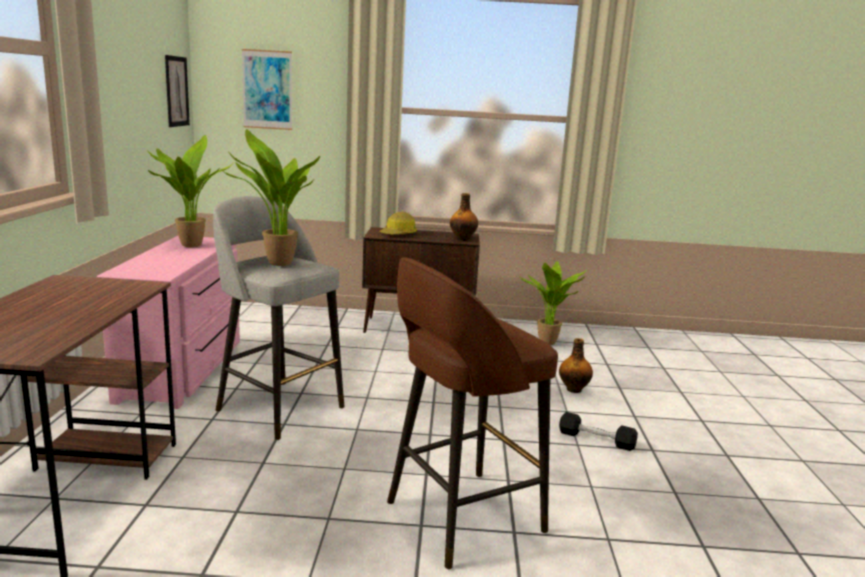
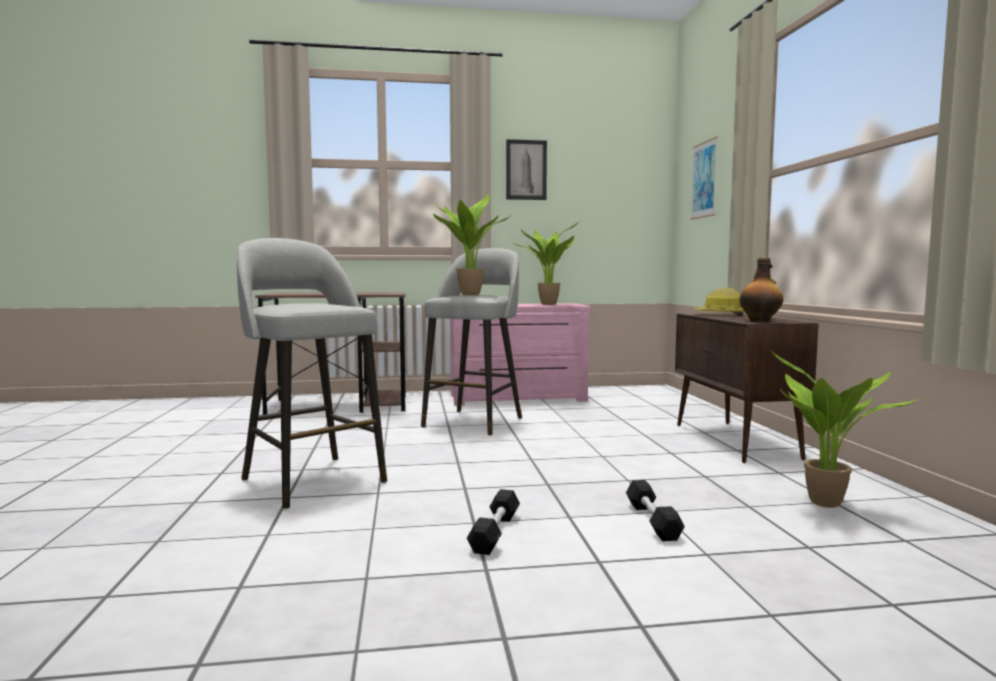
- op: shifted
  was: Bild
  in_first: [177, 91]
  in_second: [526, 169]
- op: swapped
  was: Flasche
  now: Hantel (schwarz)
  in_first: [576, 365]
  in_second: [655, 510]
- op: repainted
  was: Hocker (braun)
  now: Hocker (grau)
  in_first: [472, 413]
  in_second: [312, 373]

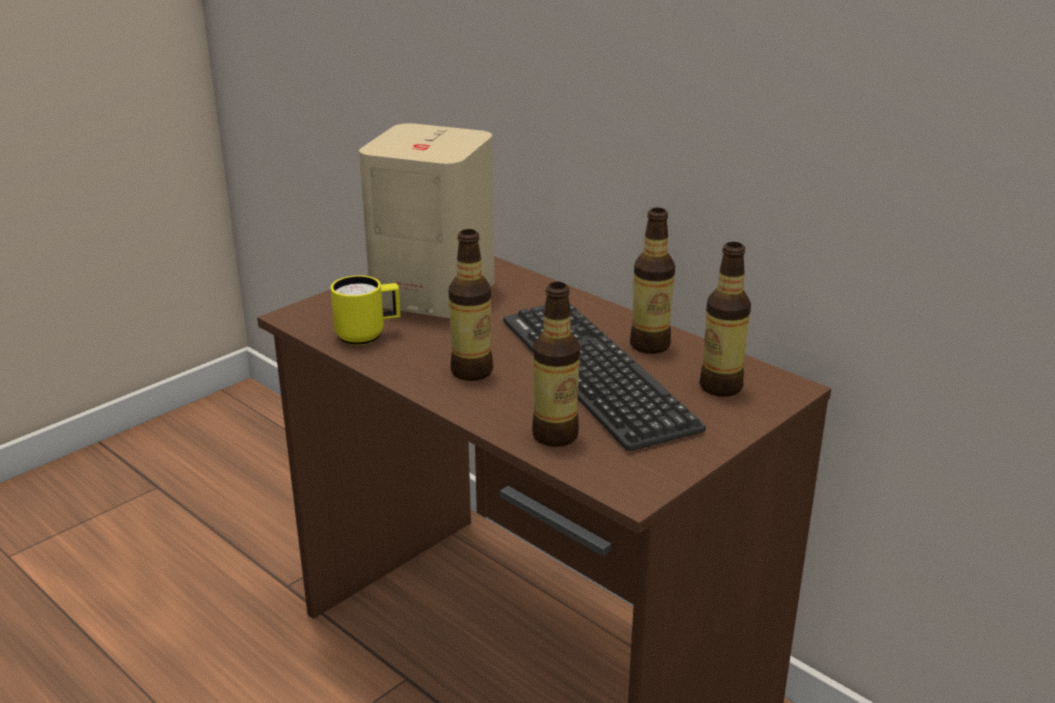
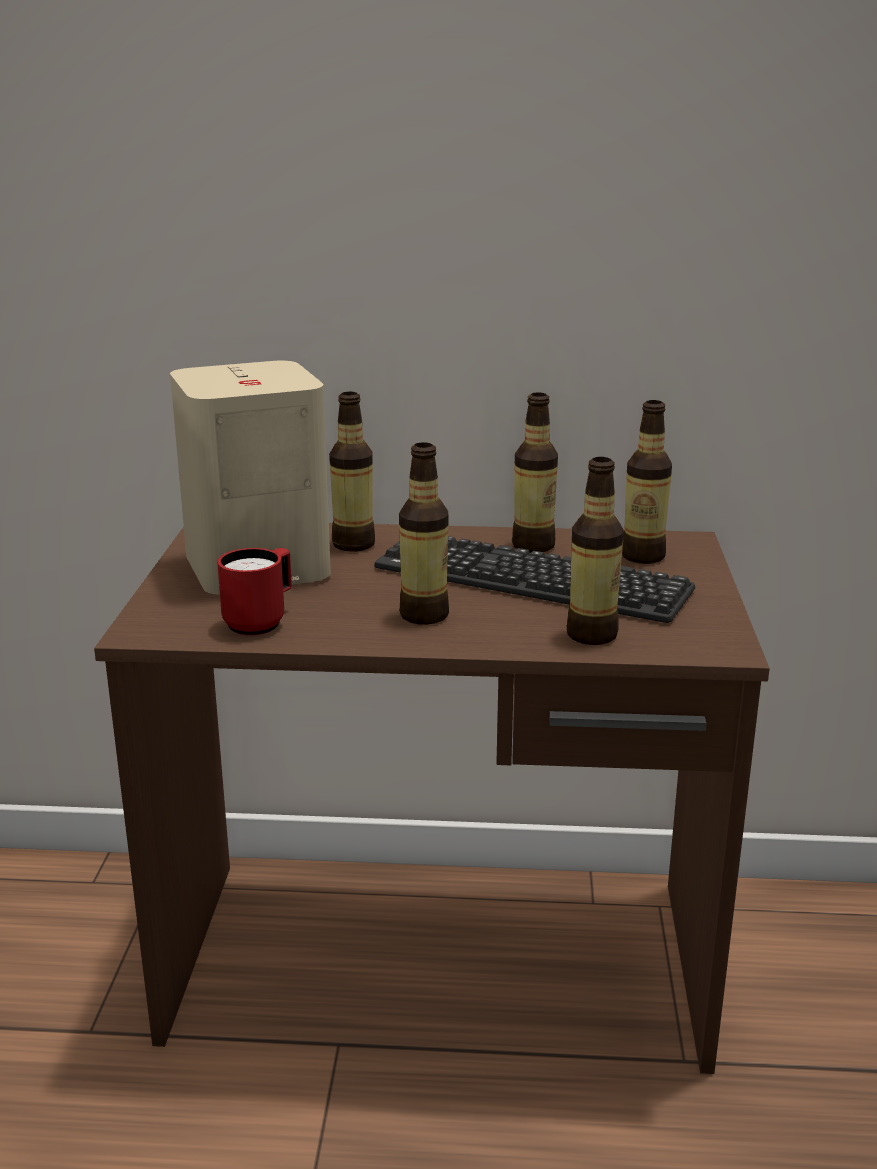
- op: new
  now: Flasche
  in_second: [352, 472]
- op: repainted
  was: Henkelbecher (gelb)
  now: Henkelbecher (rot)
  in_first: [366, 310]
  in_second: [254, 592]

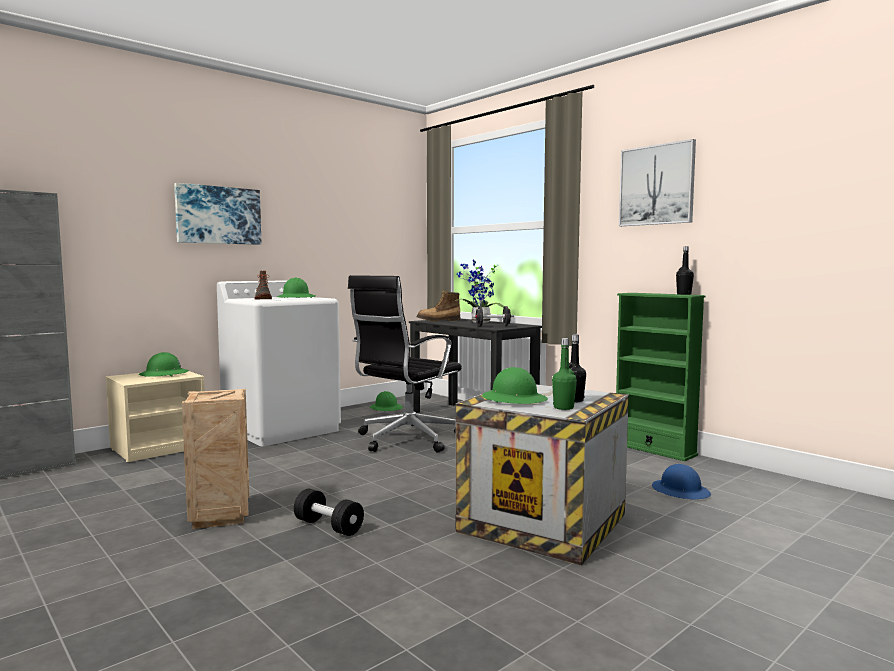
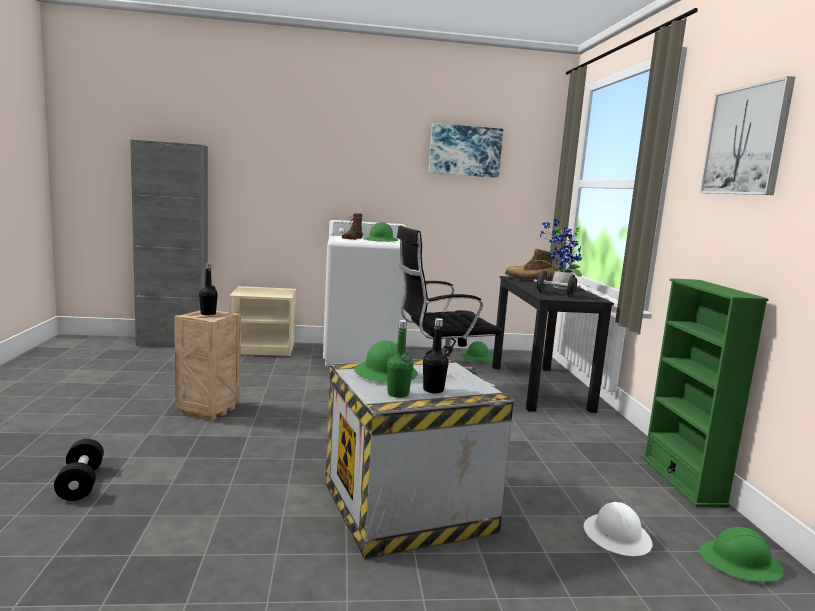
- op: shifted
  was: Schutzhelm (grün)
  in_first: [164, 364]
  in_second: [742, 554]
- op: shifted
  was: Bild
  in_first: [217, 214]
  in_second: [466, 150]
- op: shifted
  was: Hantel (schwarz)
  in_first: [329, 512]
  in_second: [79, 470]
- op: shifted
  was: Flasche (schwarz)
  in_first: [685, 270]
  in_second: [208, 289]
- op: repainted
  was: Schutzhelm (blau)
  now: Schutzhelm (weiß)
  in_first: [681, 481]
  in_second: [617, 529]

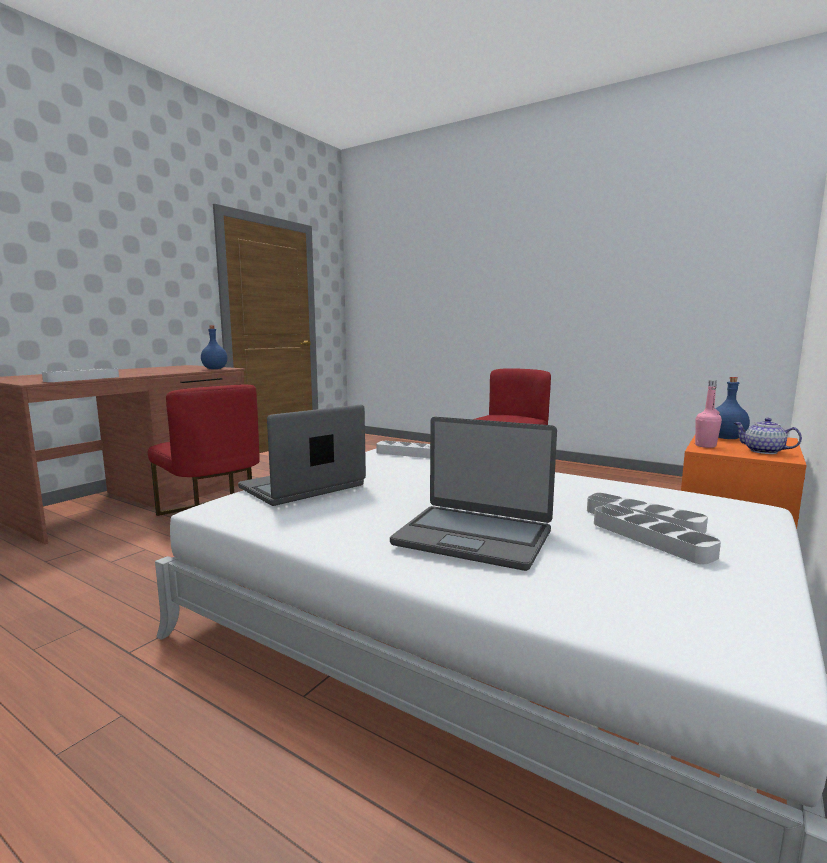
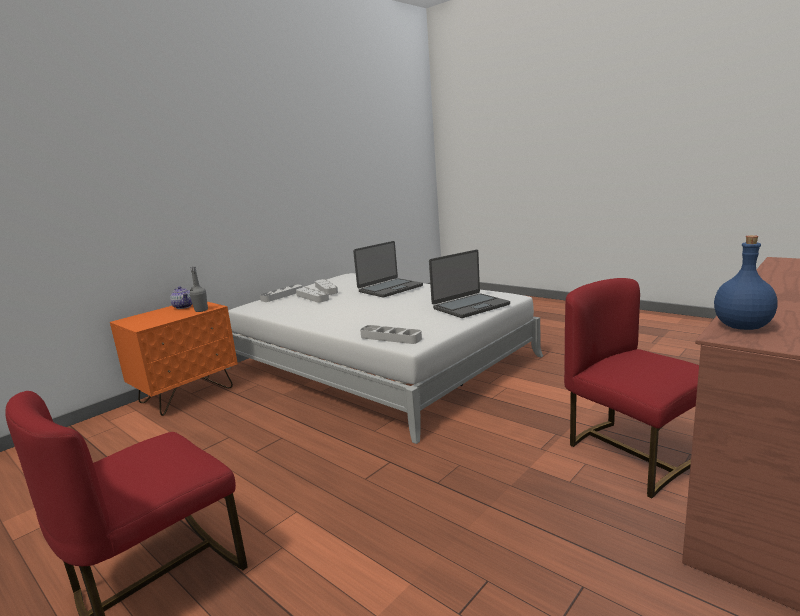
- op: gone
  was: Flasche (blau)
  in_first: [732, 408]
- op: shifted
  was: Tablett (grau)
  in_first: [80, 375]
  in_second: [281, 293]
- op: repainted
  was: Flasche (rosa)
  now: Flasche (grau)
  in_first: [708, 414]
  in_second: [199, 289]
- op: rotated
  was: Laptop
  in_first: [473, 494]
  in_second: [388, 269]
  clockwise: 105

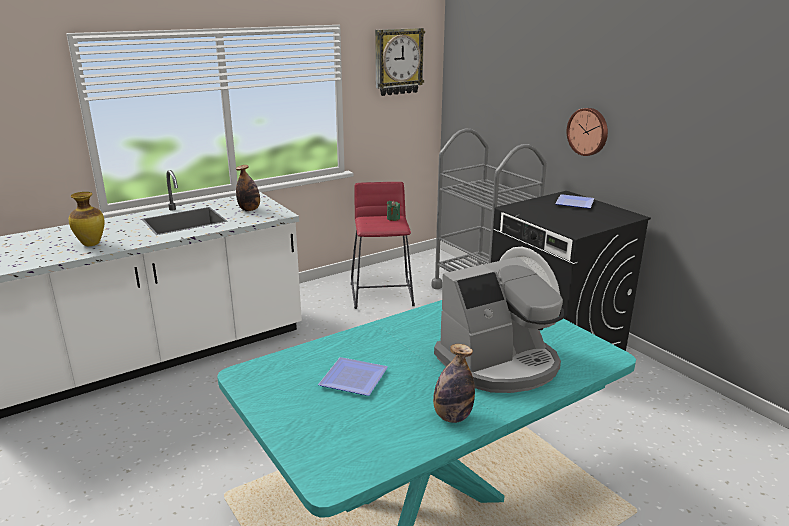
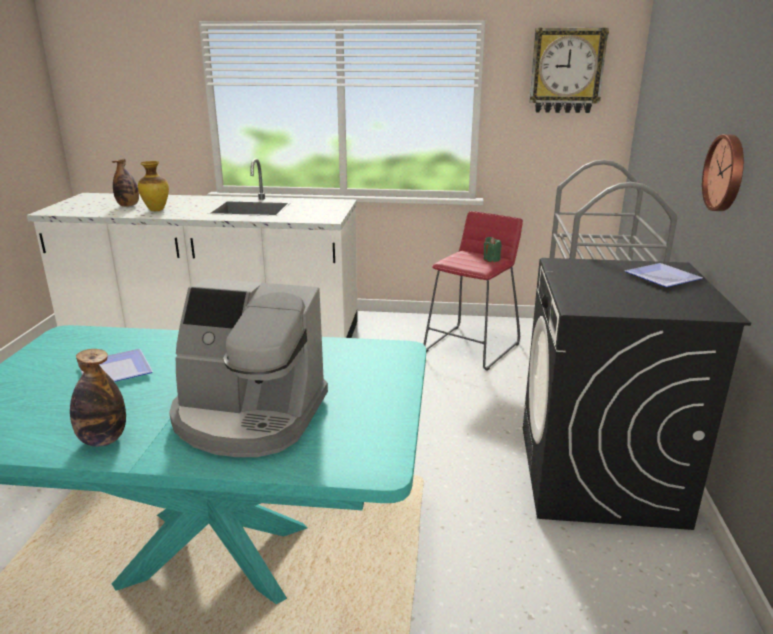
- op: shifted
  was: Flasche
  in_first: [248, 188]
  in_second: [125, 183]

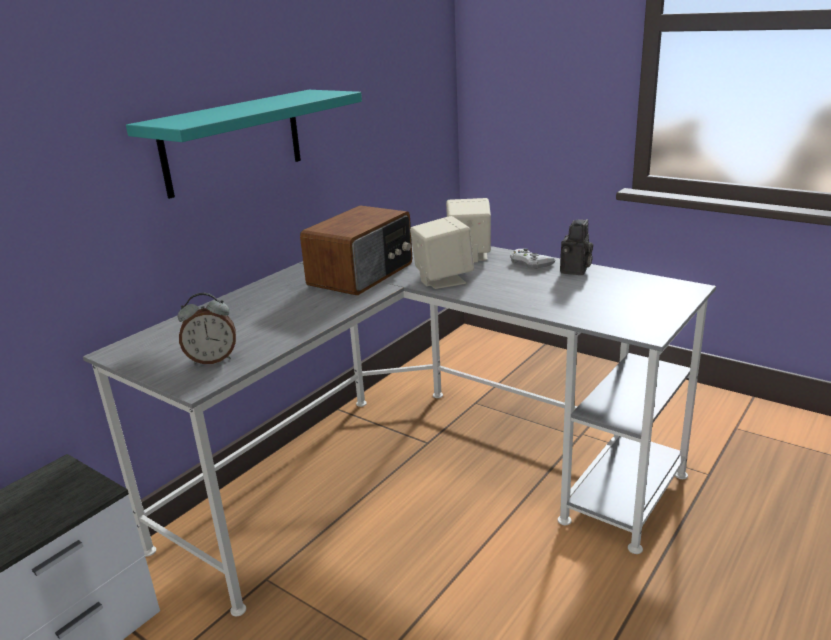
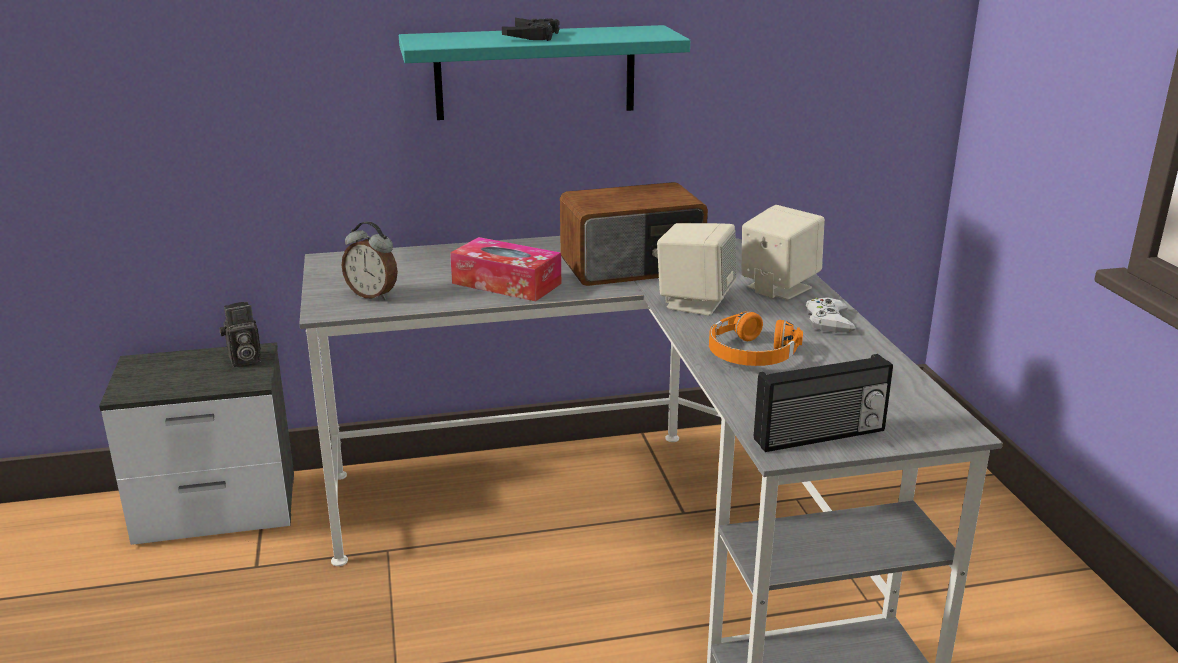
- op: new
  now: Taschentuchbox
  in_second: [505, 269]
- op: new
  now: Gamepad (schwarz)
  in_second: [531, 29]
- op: new
  now: Kopfhörer (orange)
  in_second: [756, 339]
- op: new
  now: Radio
  in_second: [823, 403]
- op: shifted
  was: Kamera
  in_first: [576, 247]
  in_second: [240, 334]

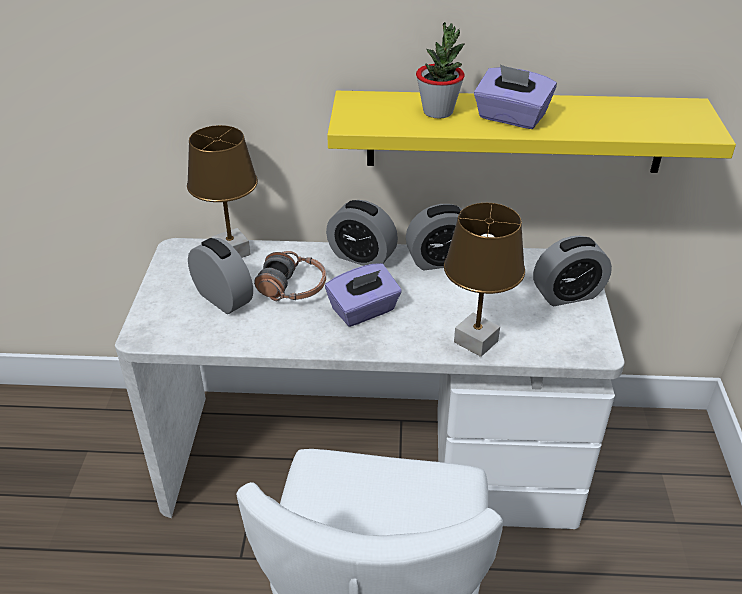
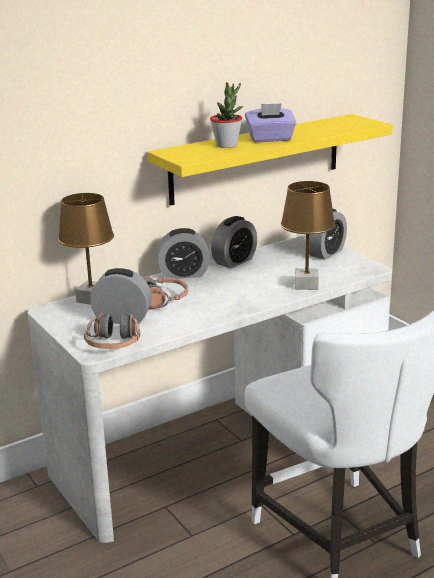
- op: gone
  was: Taschentuchbox (lila)
  in_first: [363, 295]
- op: new
  now: Kopfhörer
  in_second: [112, 331]

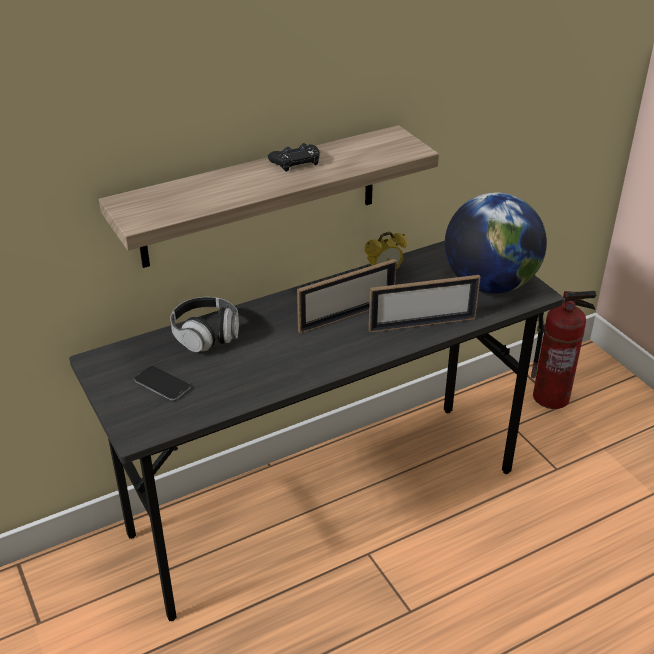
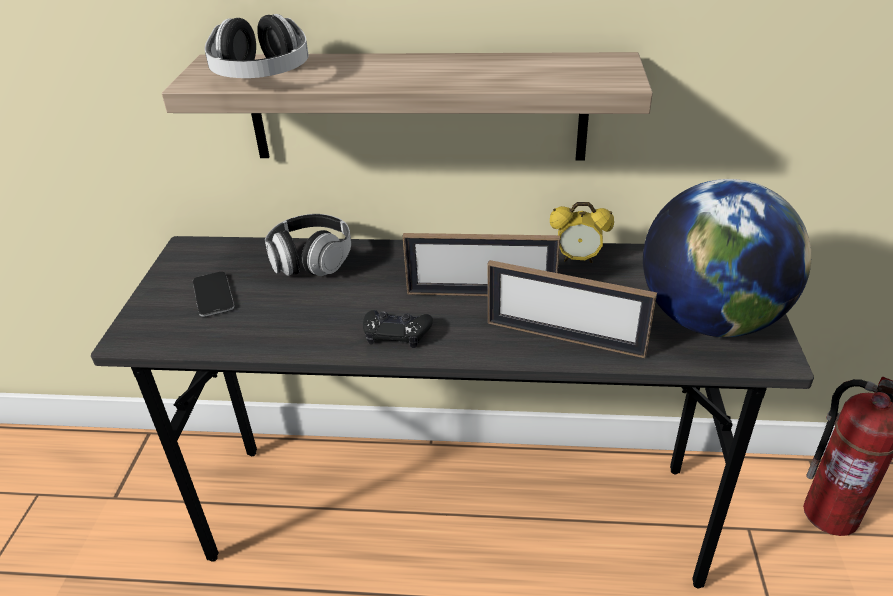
- op: new
  now: Kopfhörer
  in_second: [257, 46]
- op: shifted
  was: Gamepad (schwarz)
  in_first: [294, 157]
  in_second: [398, 329]

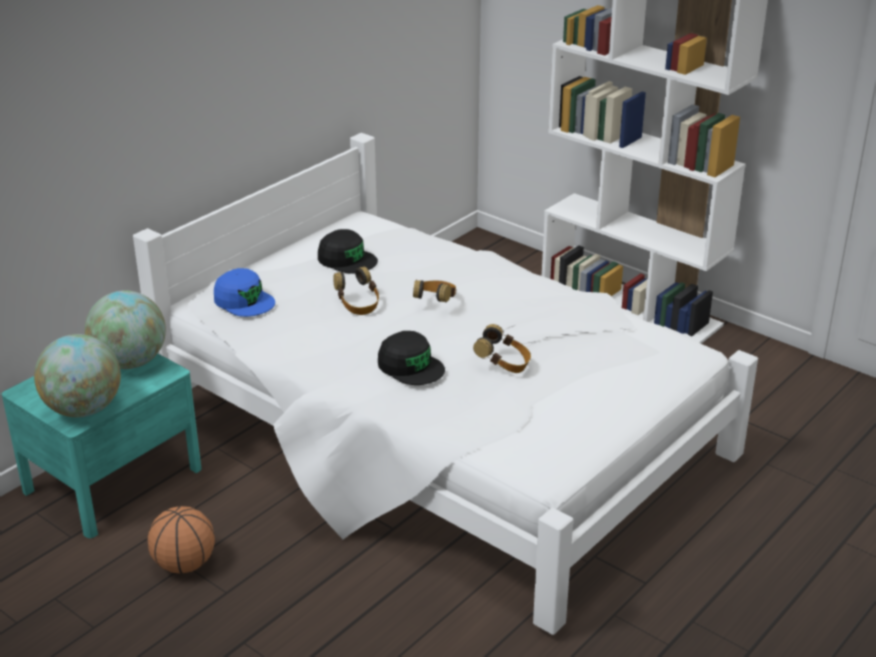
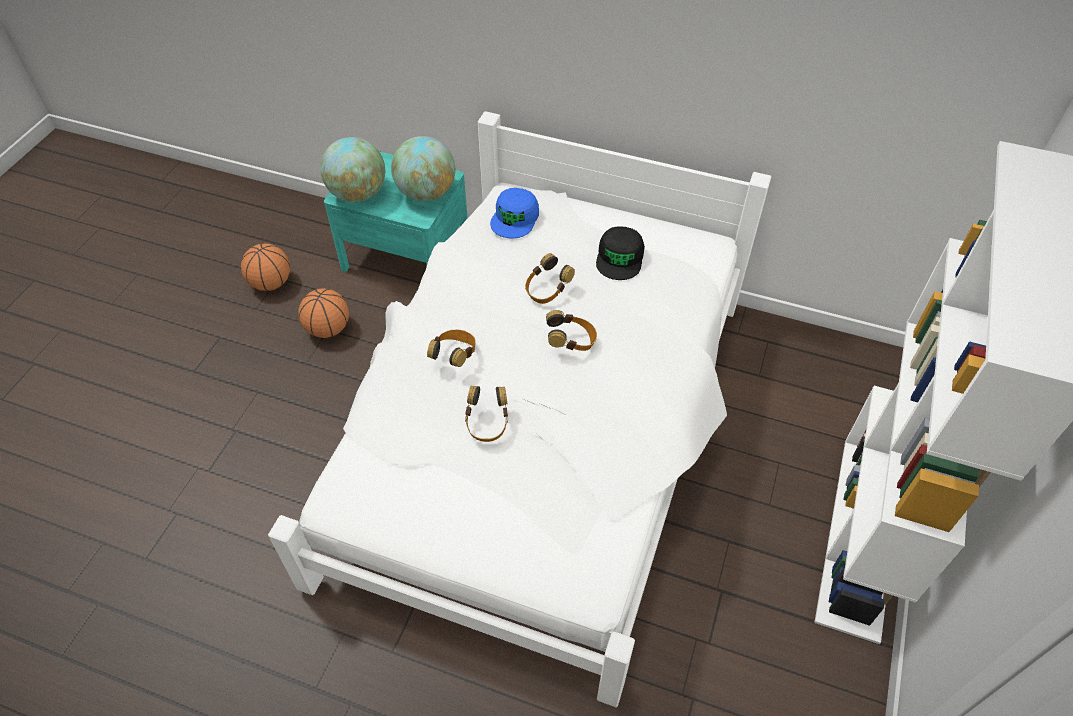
- op: new
  now: Basketball
  in_second: [265, 267]
- op: swapped
  was: Kappe (schwarz)
  now: Kopfhörer
  in_first: [411, 358]
  in_second: [451, 348]

